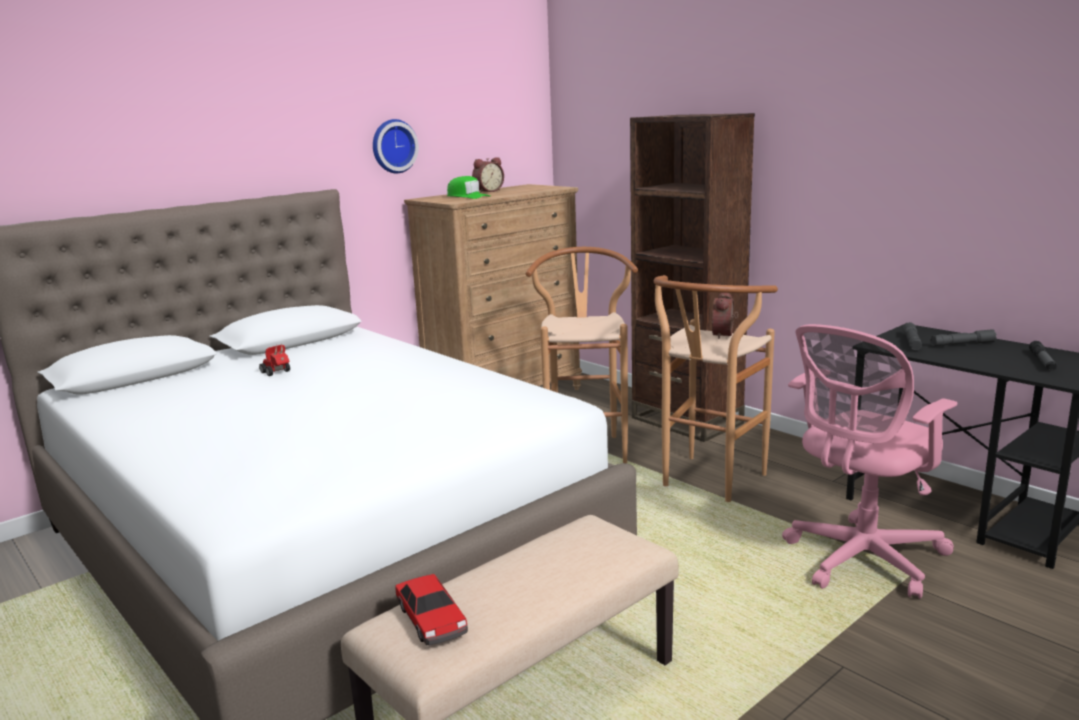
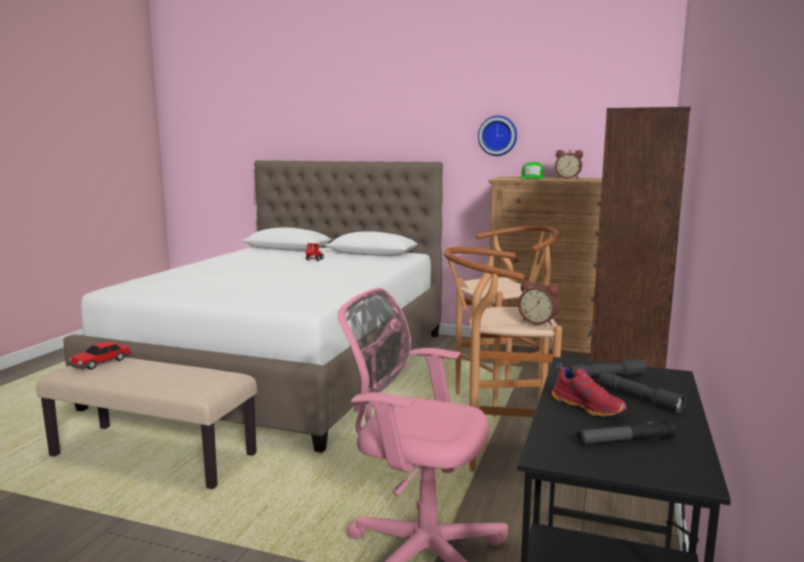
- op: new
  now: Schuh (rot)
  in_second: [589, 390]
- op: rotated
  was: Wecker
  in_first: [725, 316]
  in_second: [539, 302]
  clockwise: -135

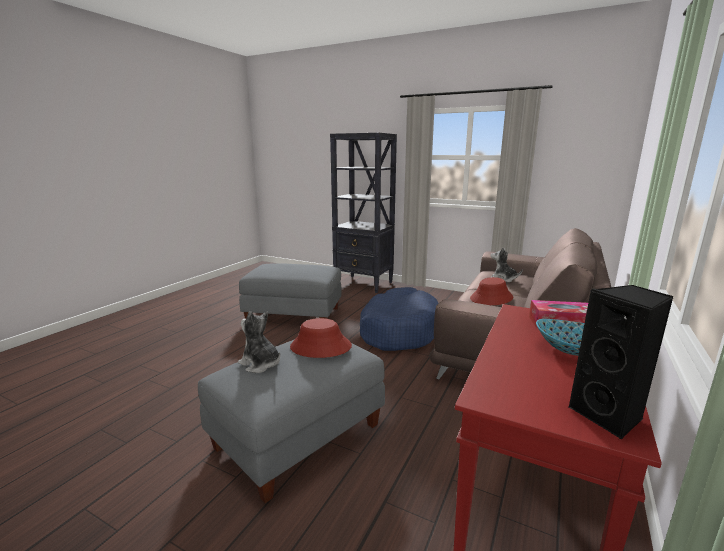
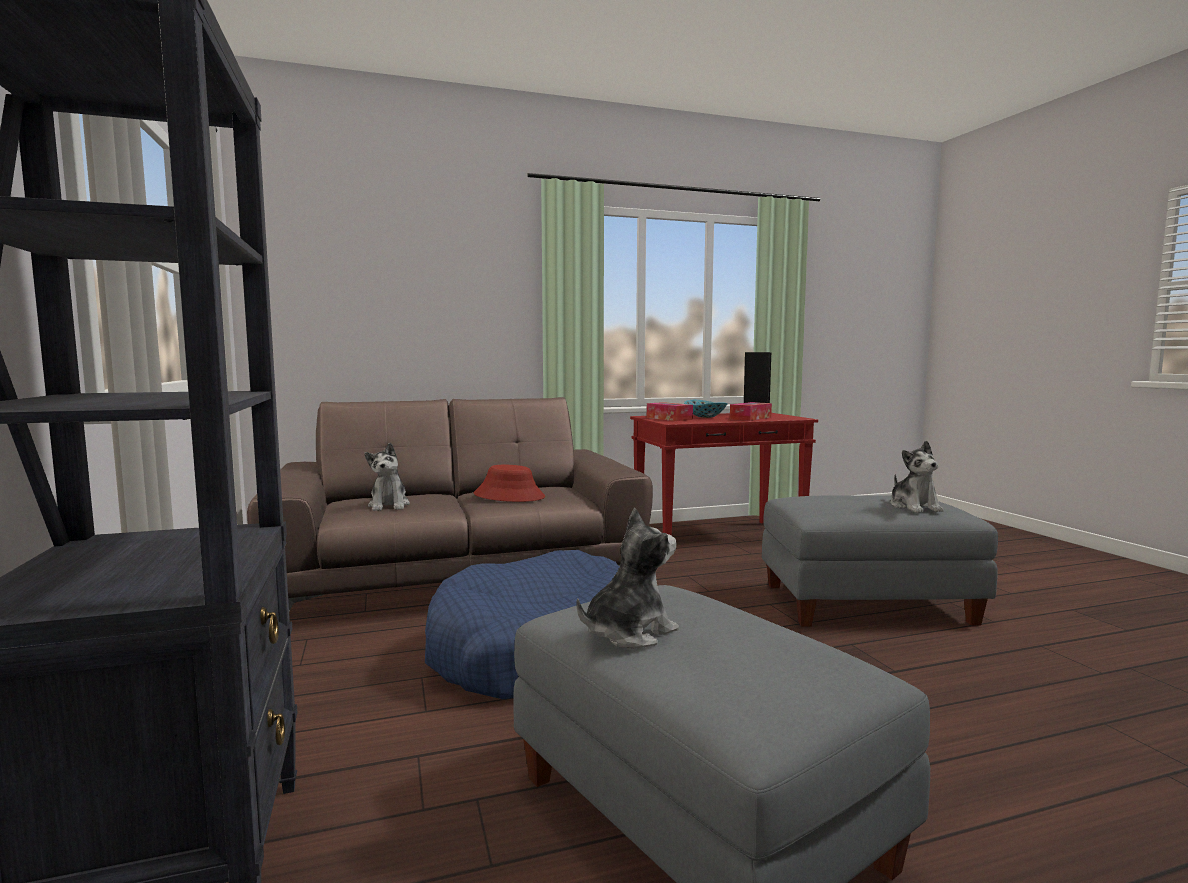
- op: gone
  was: Hut (rot)
  in_first: [321, 338]
- op: new
  now: Plüschtier
  in_second: [627, 578]
- op: new
  now: Taschentuchbox
  in_second: [751, 411]

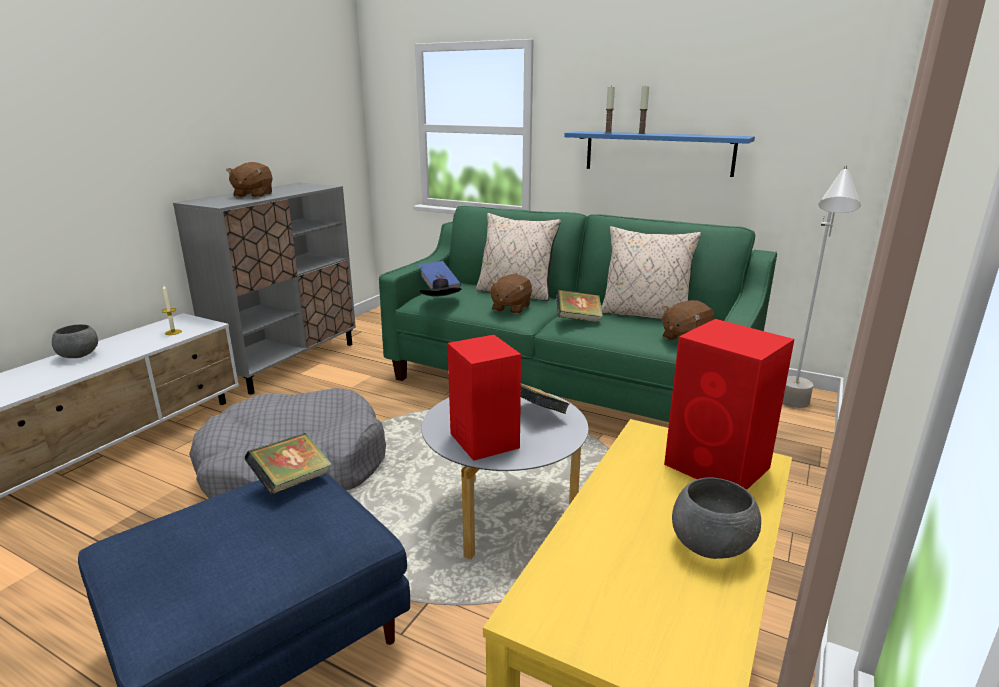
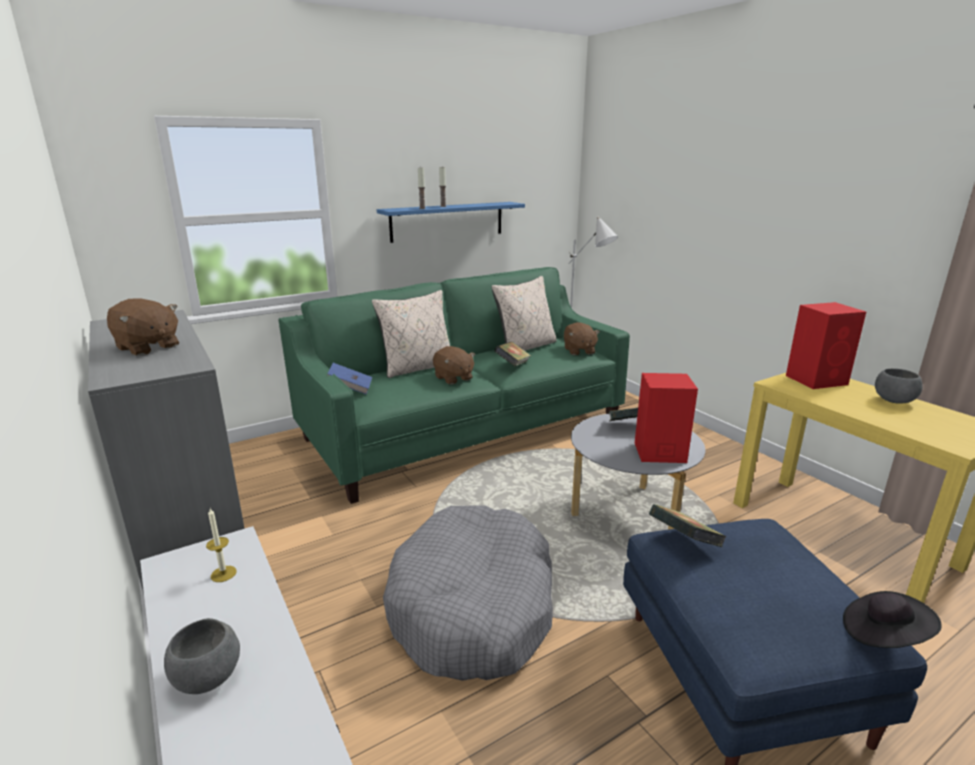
- op: shifted
  was: Hut (schwarz)
  in_first: [440, 287]
  in_second: [892, 619]

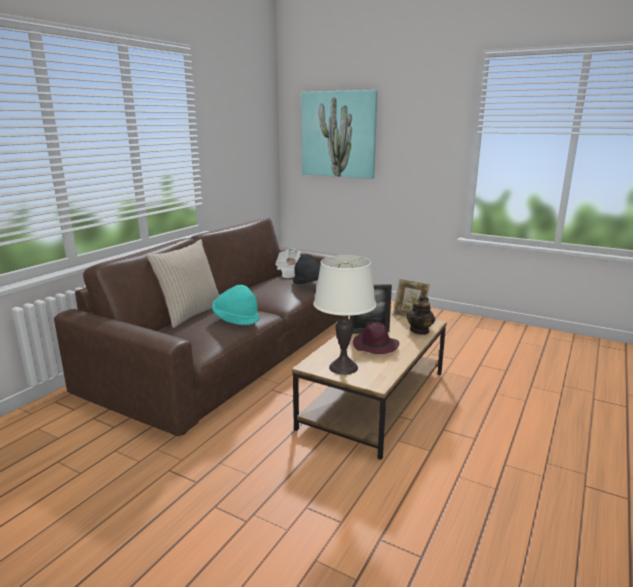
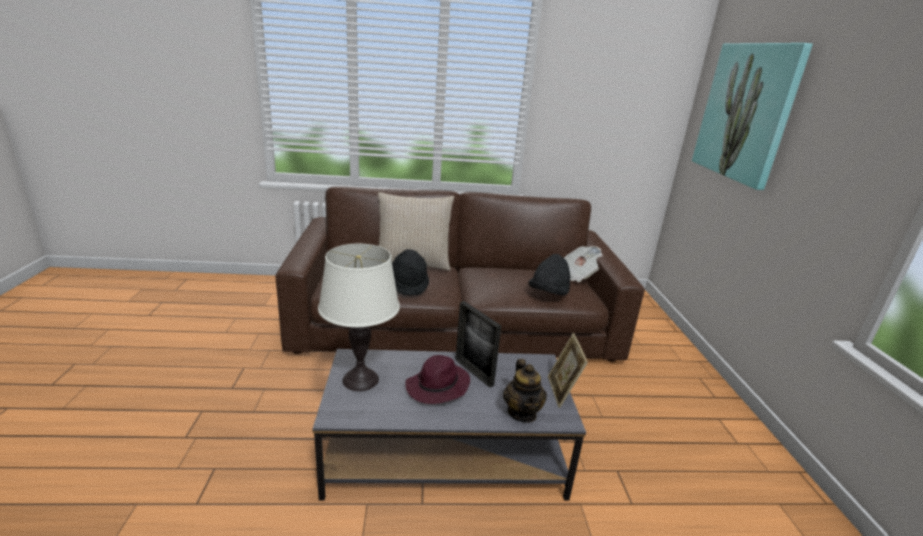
- op: repainted
  was: Hut (türkis)
  now: Hut (schwarz)
  in_first: [236, 304]
  in_second: [410, 272]
- op: repainted
  was: Couchtisch (braun)
  now: Couchtisch (grau)
  in_first: [369, 385]
  in_second: [449, 425]
- op: rotated
  was: Teekanne
  in_first: [420, 315]
  in_second: [525, 391]
  clockwise: -90

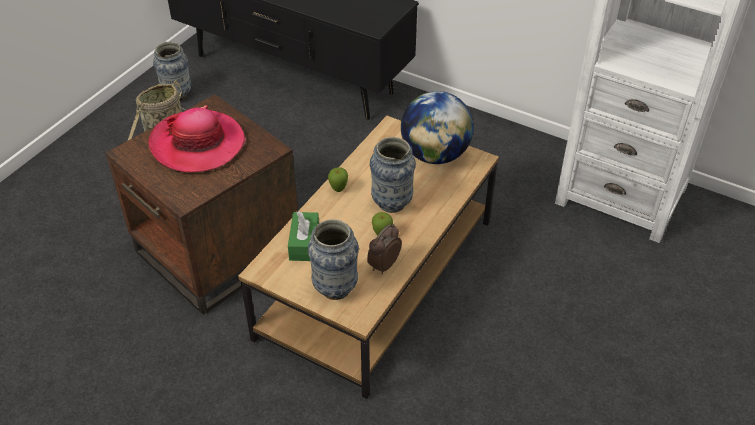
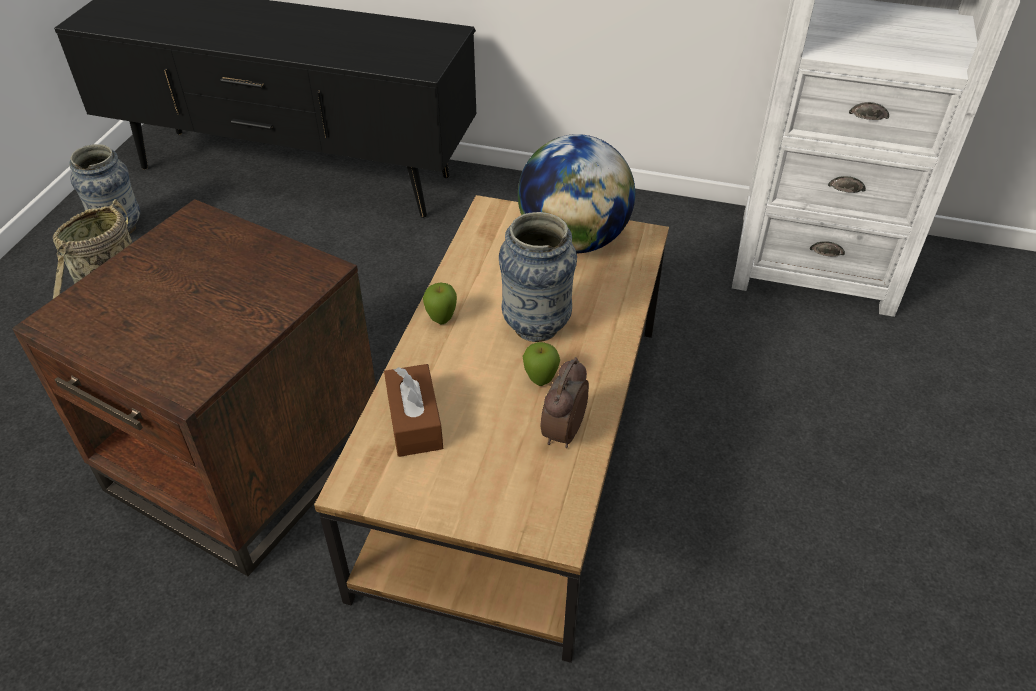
- op: gone
  was: Hut
  in_first: [197, 139]
- op: gone
  was: Vase
  in_first: [333, 259]
- op: repainted
  was: Taschentuchbox (grün)
  now: Taschentuchbox (braun)
  in_first: [303, 236]
  in_second: [413, 410]

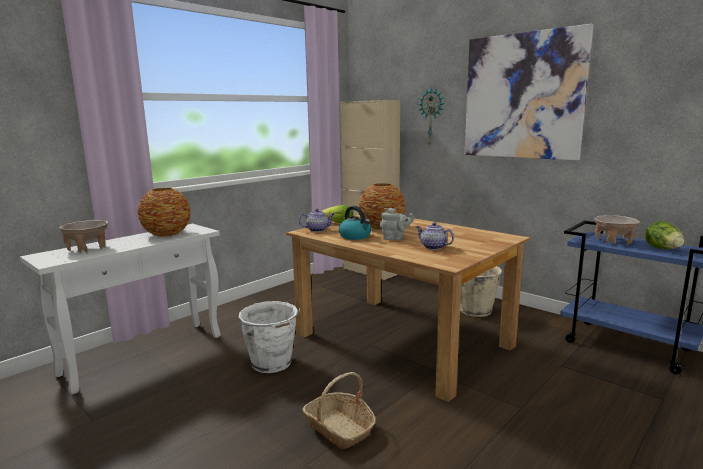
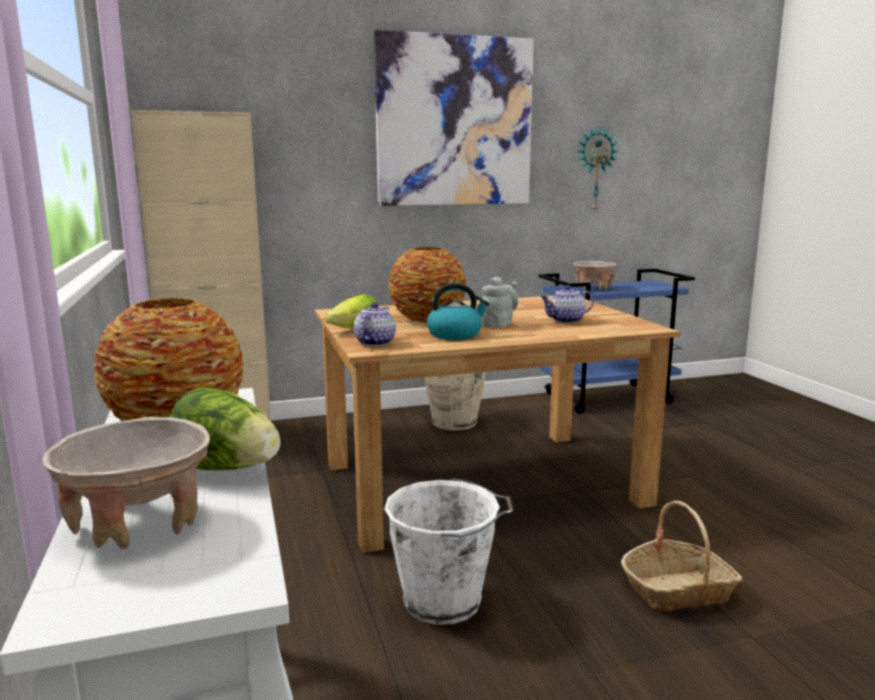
- op: shifted
  was: Wanduhr
  in_first: [431, 116]
  in_second: [598, 168]
- op: shifted
  was: Salatkopf
  in_first: [664, 235]
  in_second: [225, 429]

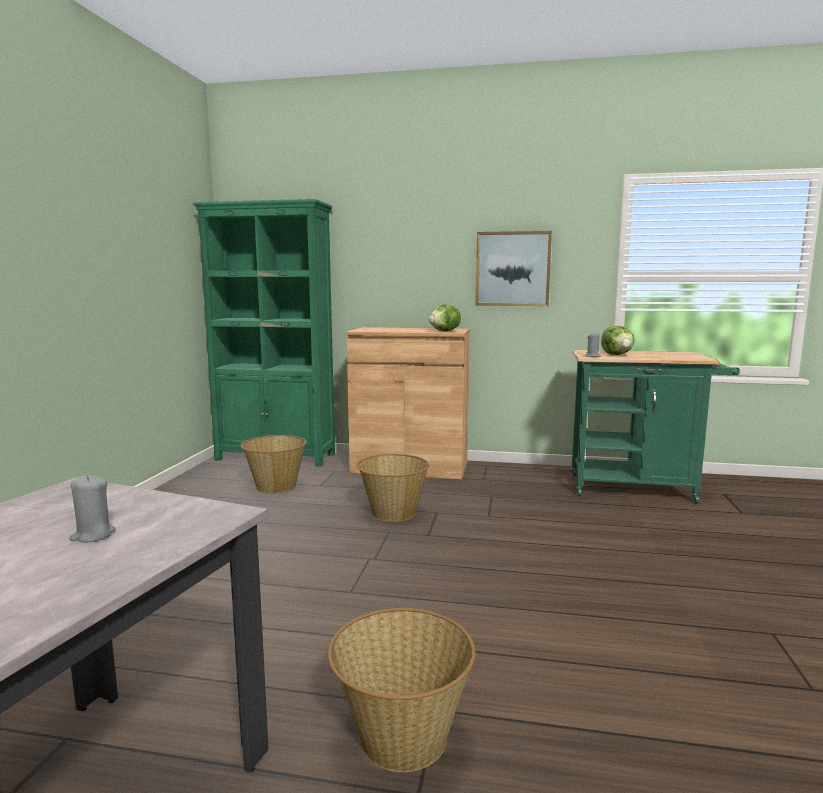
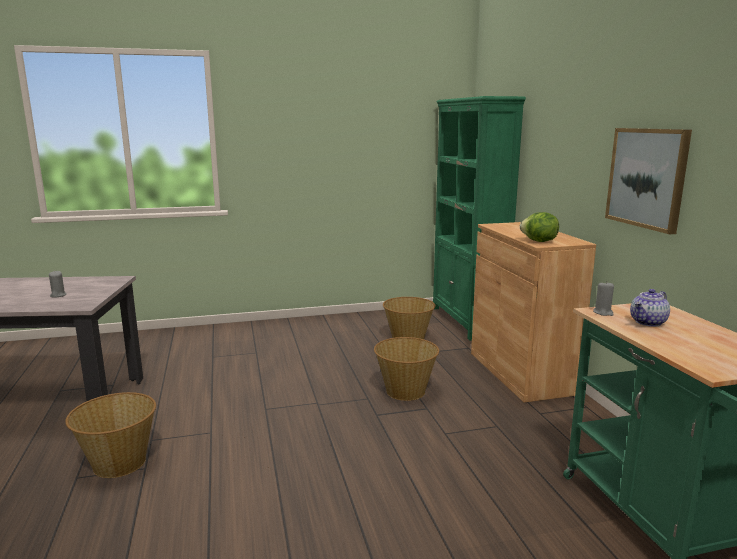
- op: swapped
  was: Salatkopf
  now: Teekanne
  in_first: [617, 340]
  in_second: [650, 308]

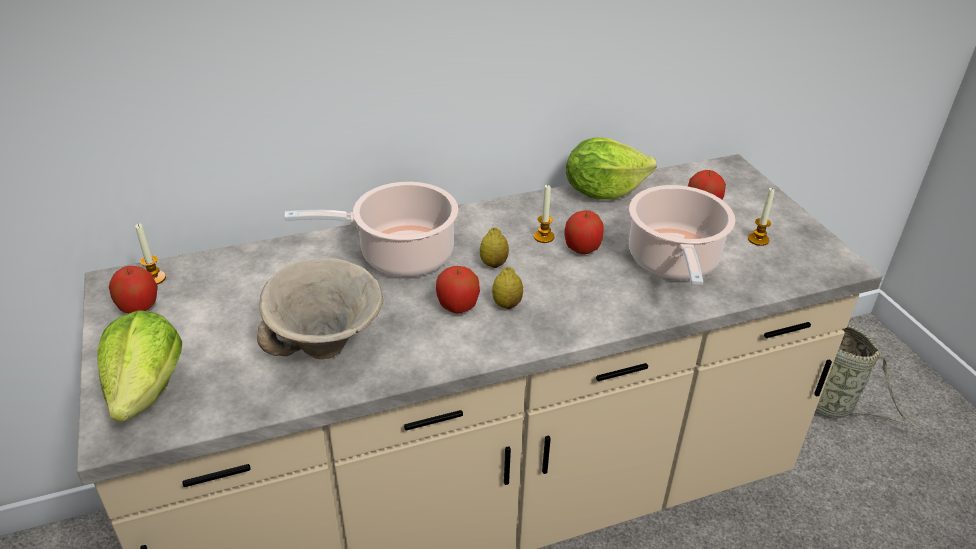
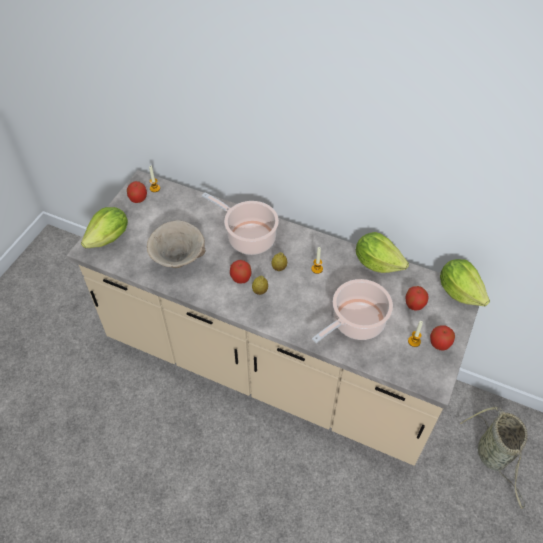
- op: new
  now: Salatkopf
  in_second: [465, 282]
- op: shifted
  was: Apfel
  in_first: [584, 232]
  in_second: [442, 338]

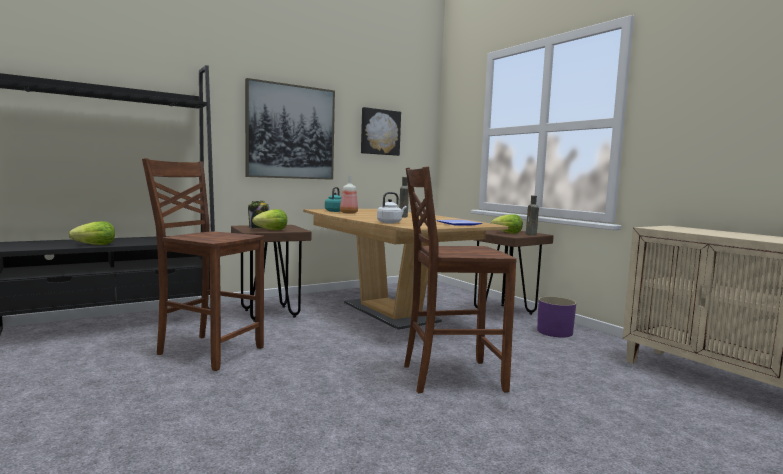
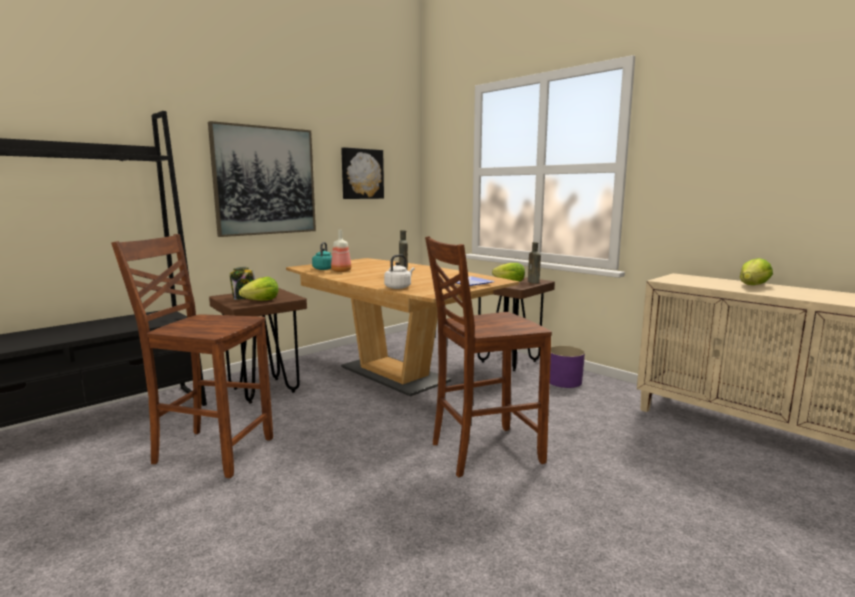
- op: shifted
  was: Salatkopf
  in_first: [91, 233]
  in_second: [756, 271]

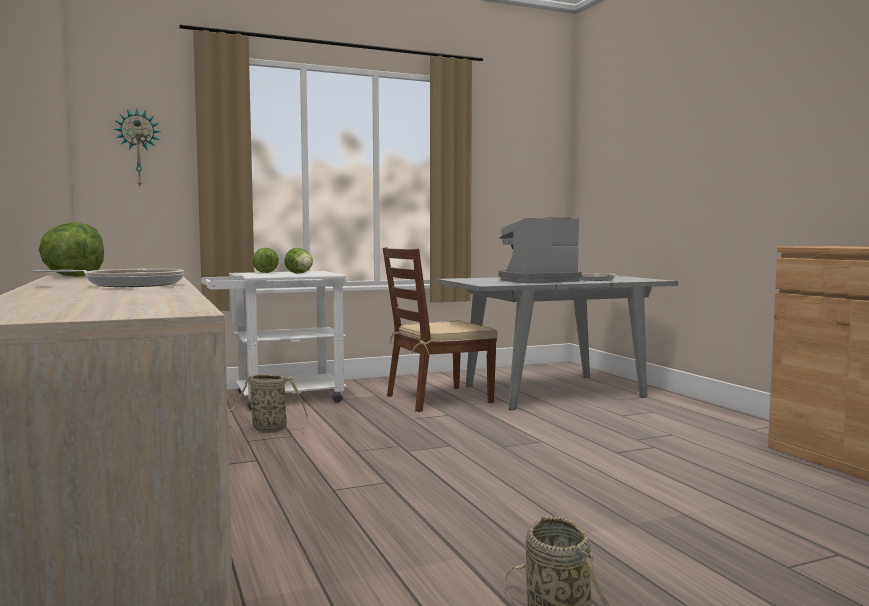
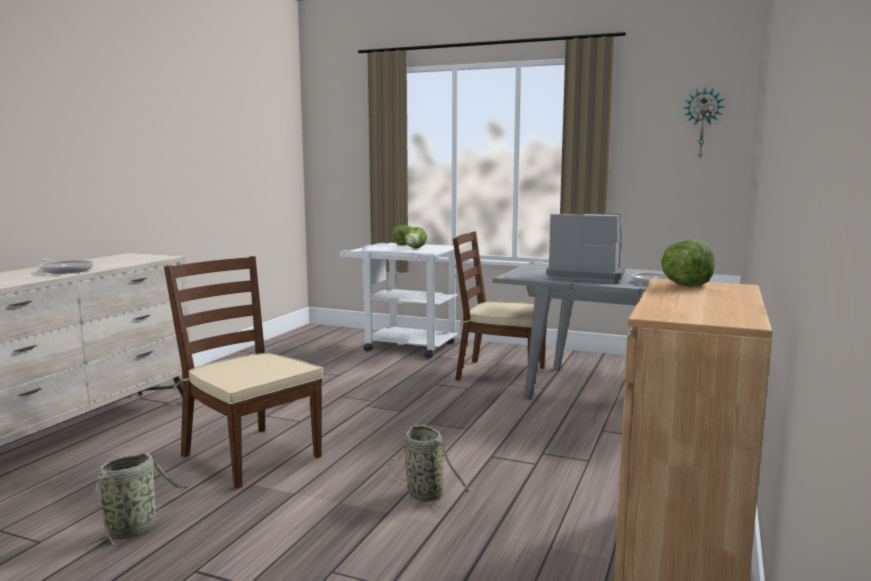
- op: new
  now: Stuhl (braun)
  in_second: [243, 372]
- op: shifted
  was: Salatkopf
  in_first: [71, 249]
  in_second: [688, 263]
- op: shifted
  was: Wanduhr
  in_first: [137, 148]
  in_second: [704, 122]
- op: shifted
  was: Korb
  in_first: [267, 403]
  in_second: [428, 467]

